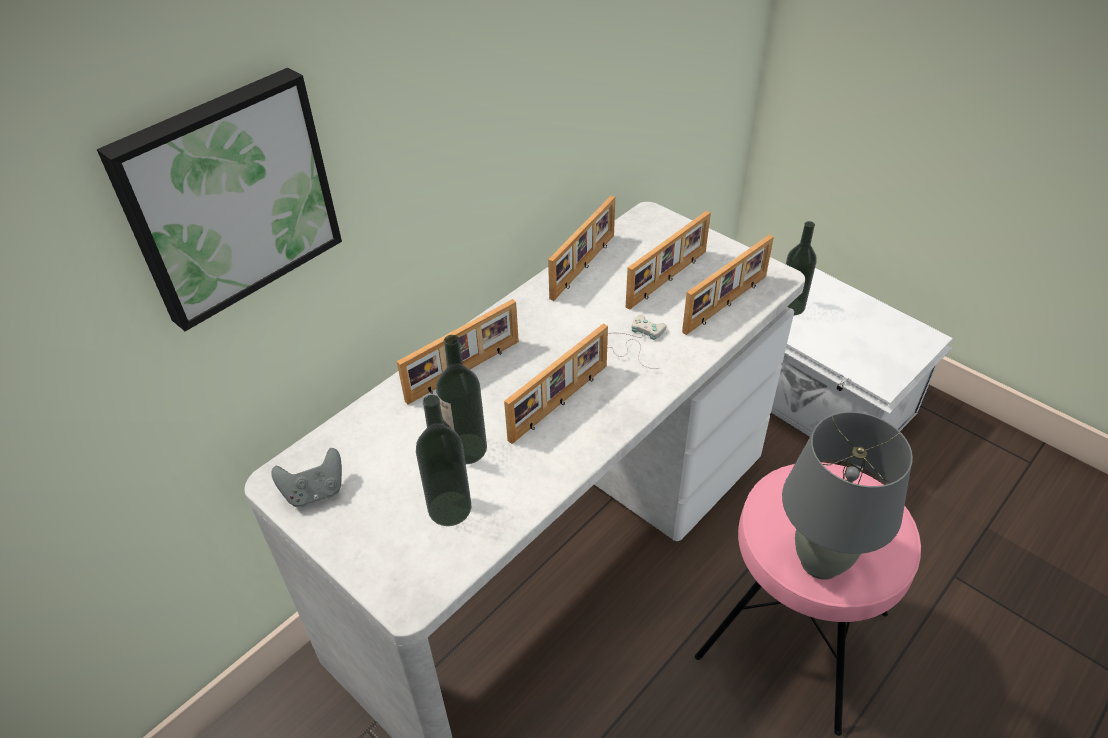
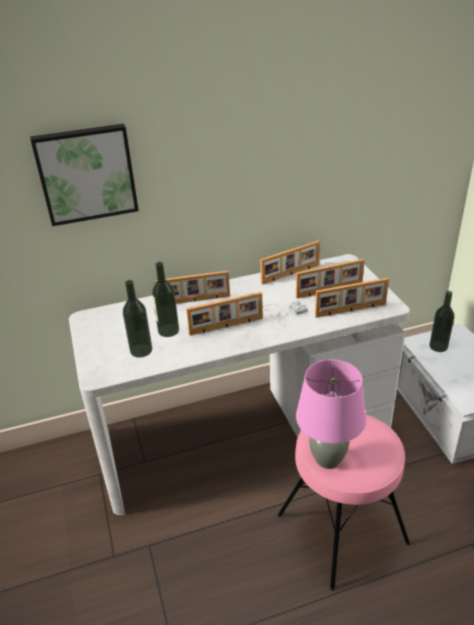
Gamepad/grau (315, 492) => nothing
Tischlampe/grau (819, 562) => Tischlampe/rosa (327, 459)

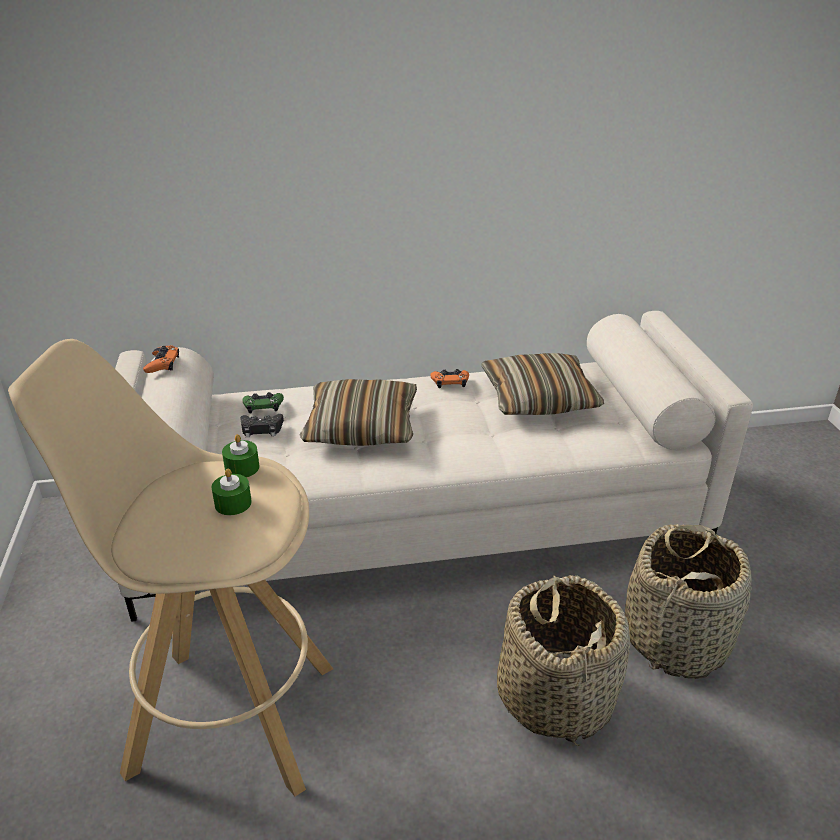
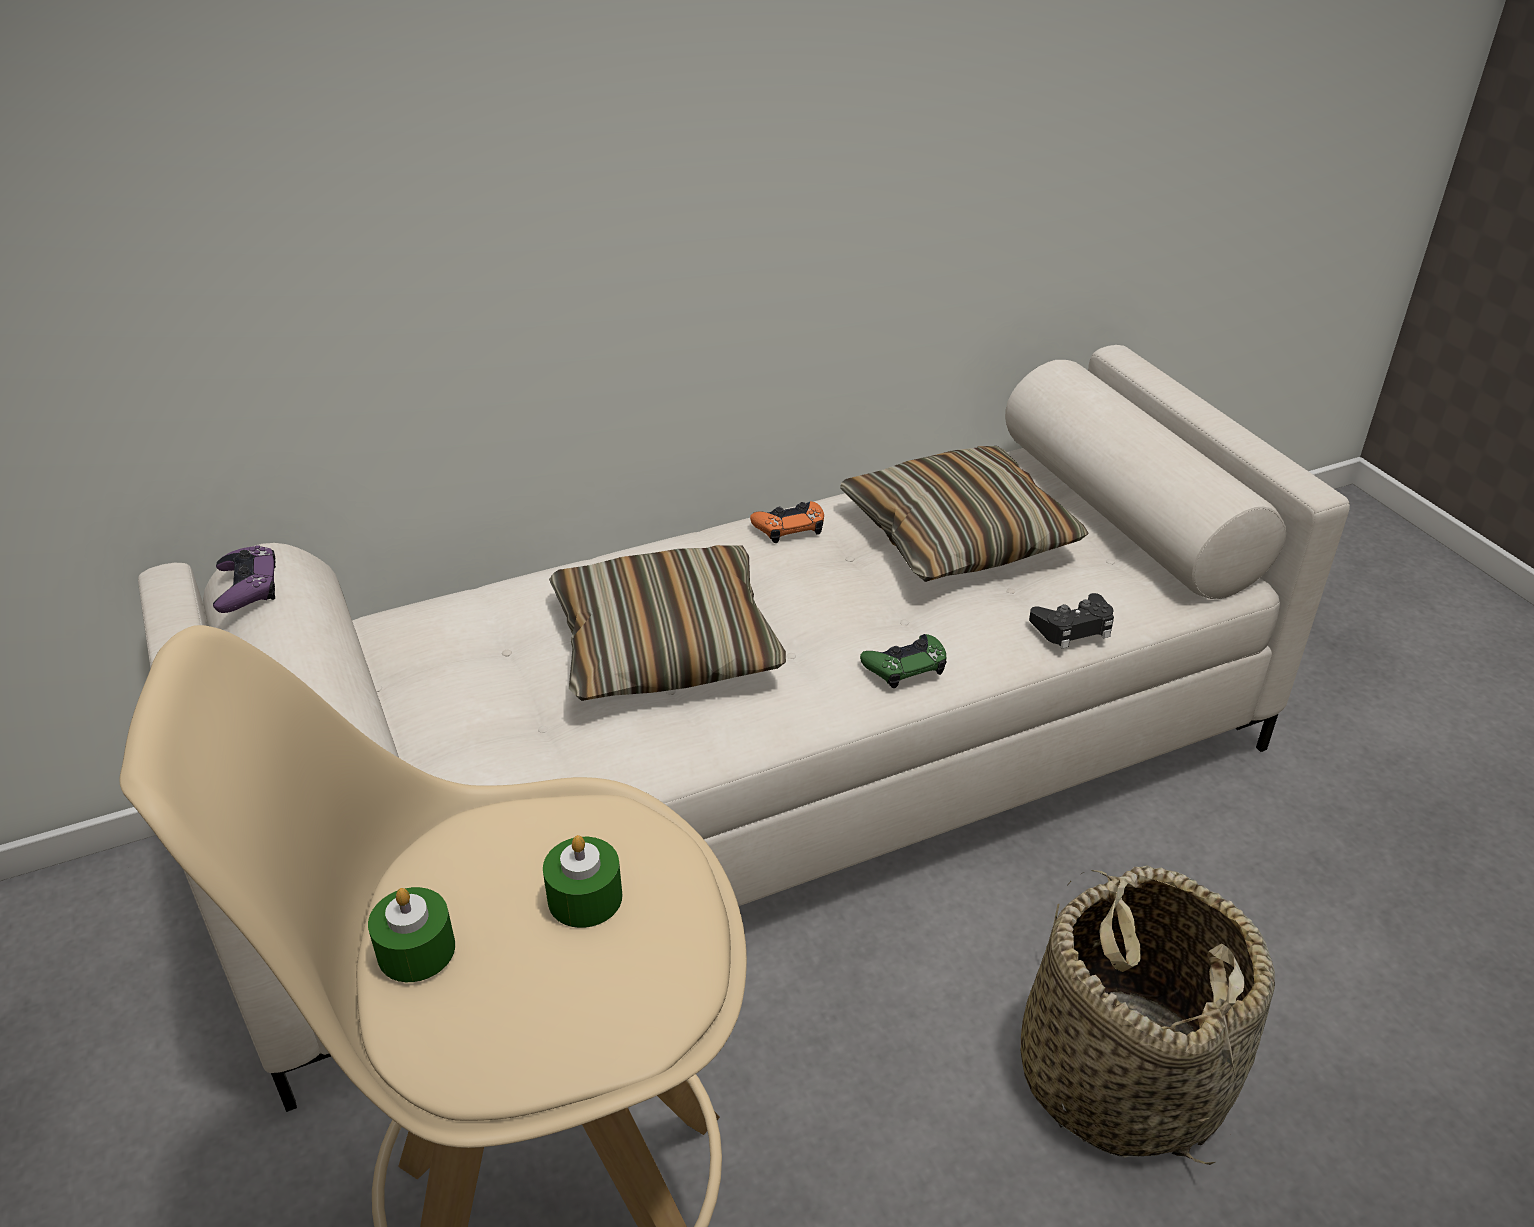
Gamepad/orange (162, 363) => Gamepad/lila (247, 587)
Kerze/grün (242, 468) => Kerze/grün (416, 950), moved
Gamepad/schwarz (261, 429) => Gamepad/schwarz (1073, 627), moved
Gamepad/grün (263, 405) => Gamepad/grün (905, 666), moved
Korb (676, 638) => nothing

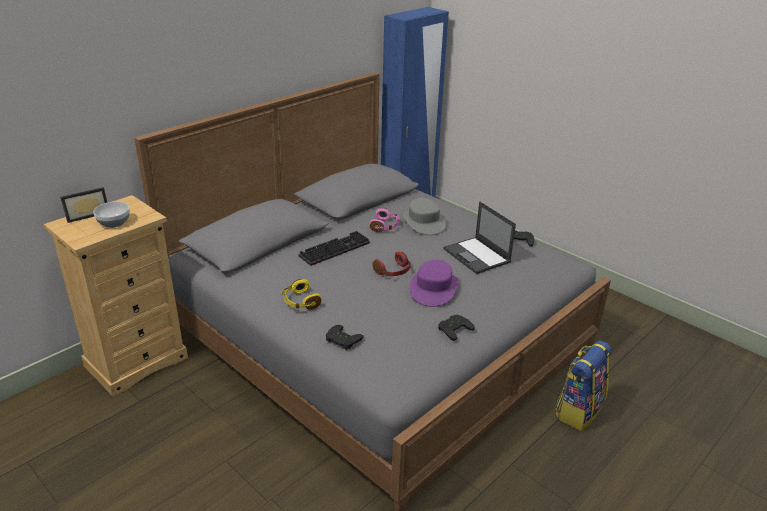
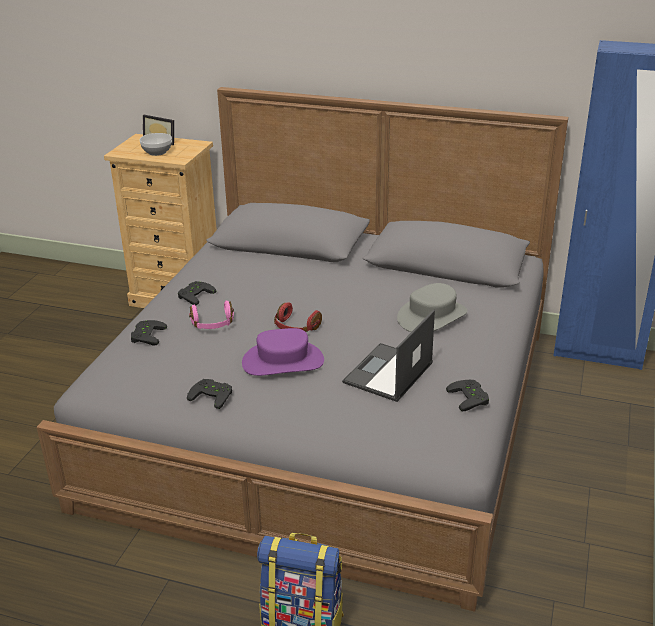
Kopfhörer/gelb (300, 302) => Gamepad/schwarz (194, 295)
Tastatur (335, 249) => nothing
Kopfhörer/rosa (385, 226) => Kopfhörer/rosa (213, 324), moved

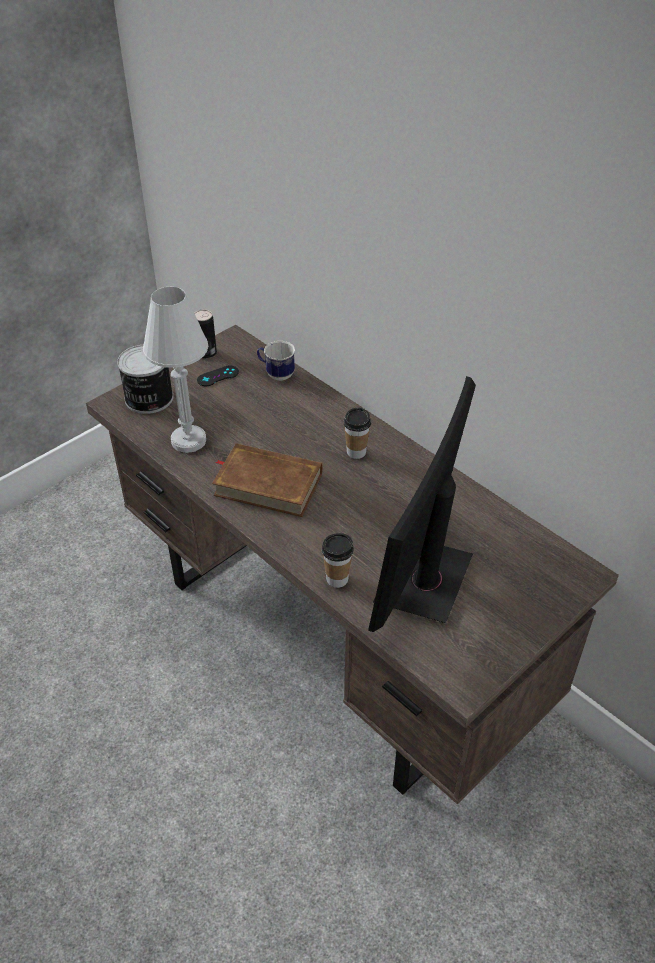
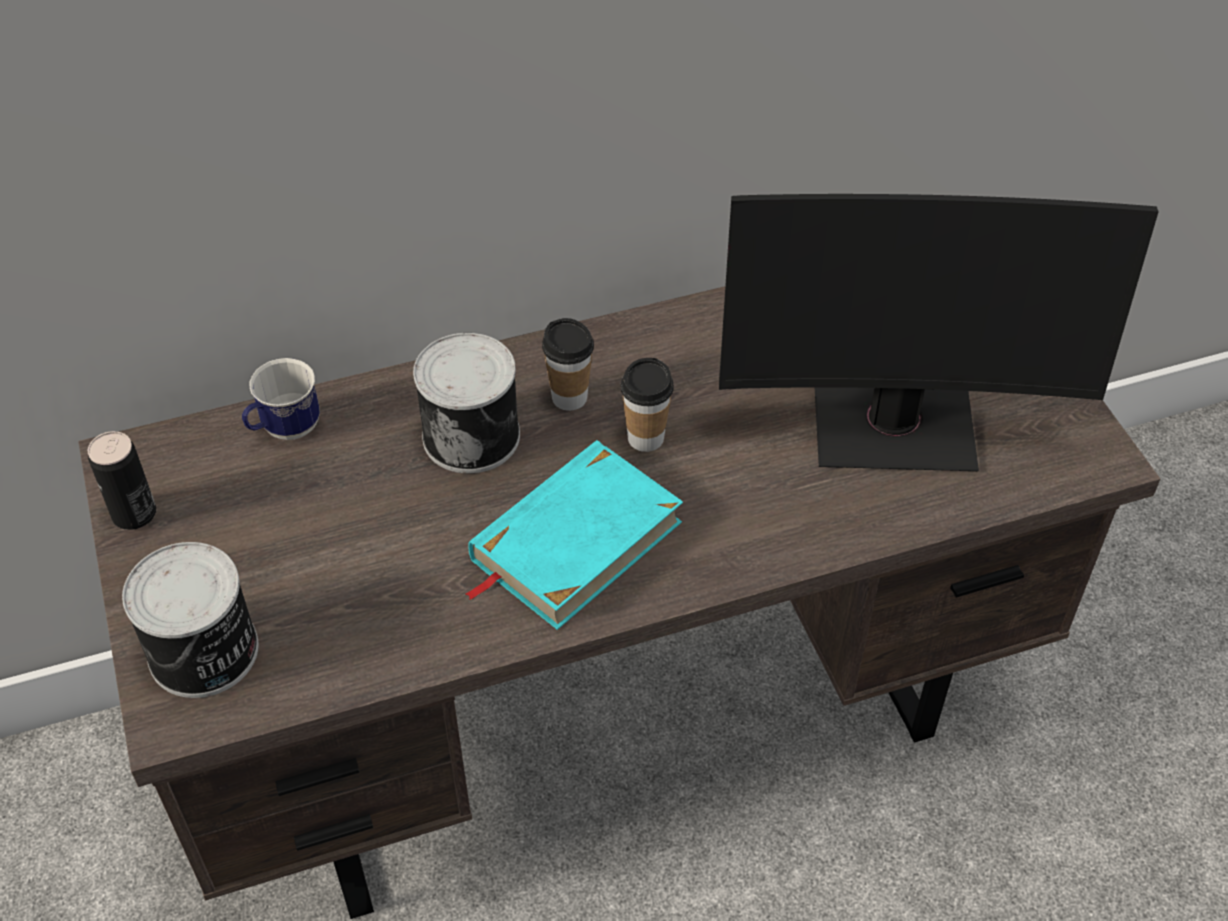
Tischlampe/weiß (188, 440) => nothing
Gamepad/schwarz (218, 376) => nothing
Buch/braun (268, 484) => Buch/türkis (575, 541)
Tasse (337, 579) => Tasse (645, 438), moved
Monitor (423, 580) => Monitor (894, 425), 45 degrees counterclockwise
nothing => Dose (473, 434)

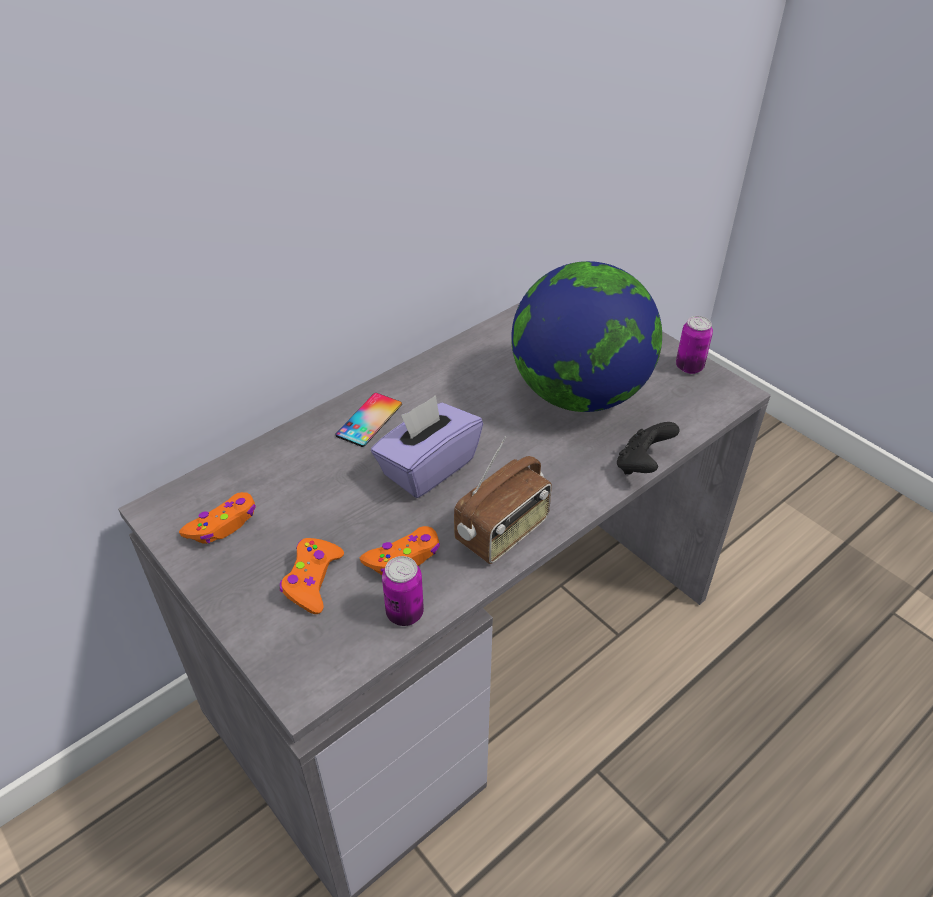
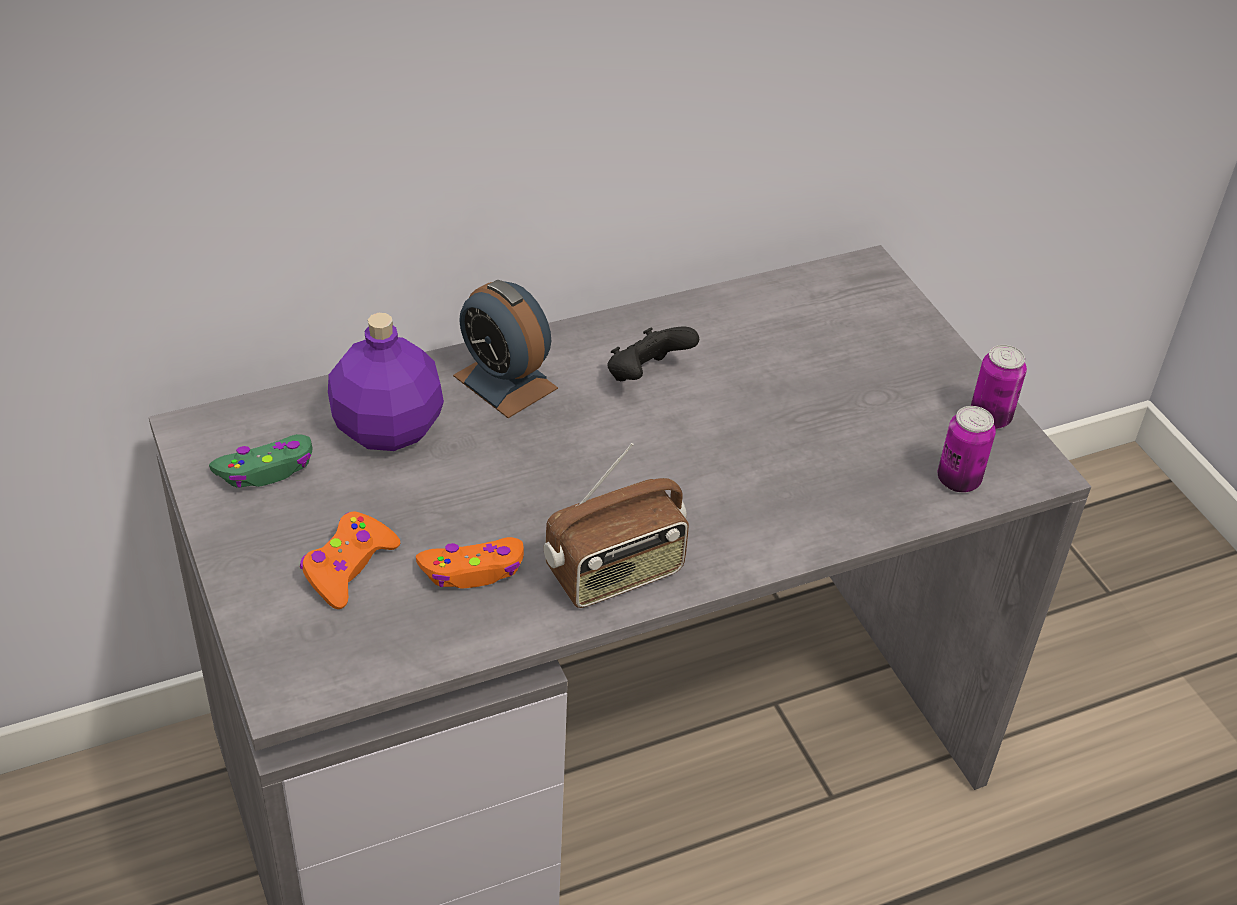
Gamepad/orange (223, 525) => Gamepad/grün (266, 470)
Handy (369, 420) => Wecker (505, 382)
Taschentuchbox/lila (427, 467) => nothing
Dose (404, 613) => Dose (958, 480), moved
Globus (579, 394) => nothing
Gamepad/schwarz (642, 465) => Gamepad/schwarz (646, 376), moved
nothing => Flasche/lila (387, 427)

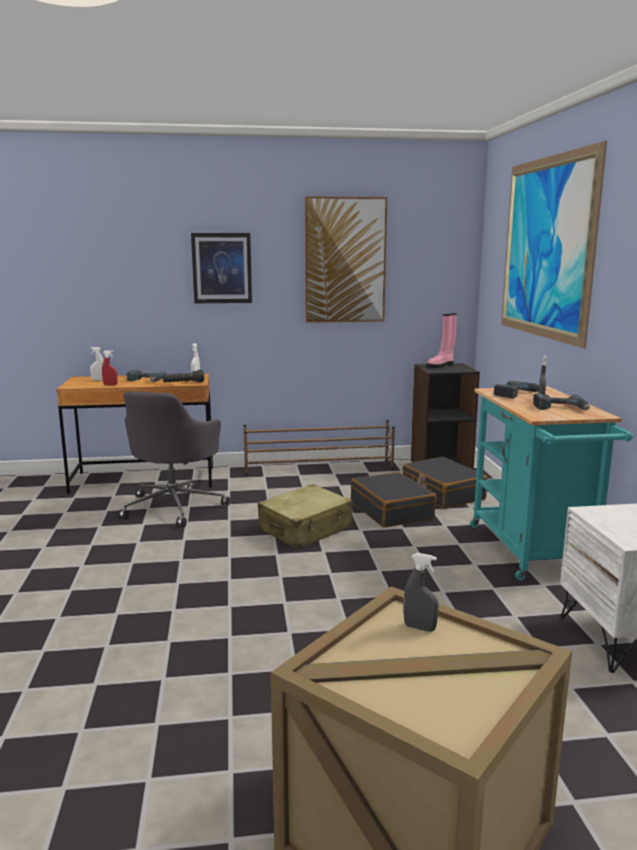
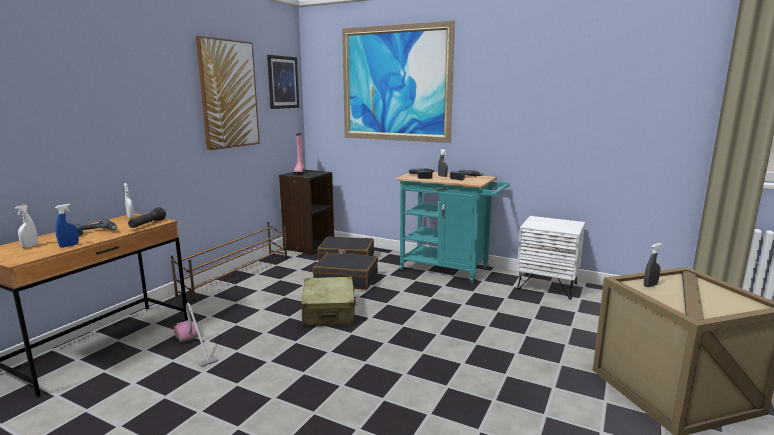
Sprühflasche/rot (110, 385) => Sprühflasche/blau (69, 245)
Bürostuhl/grau (174, 506) => Staubsauger (195, 347)
Bild (222, 268) => Bild (283, 82), moved

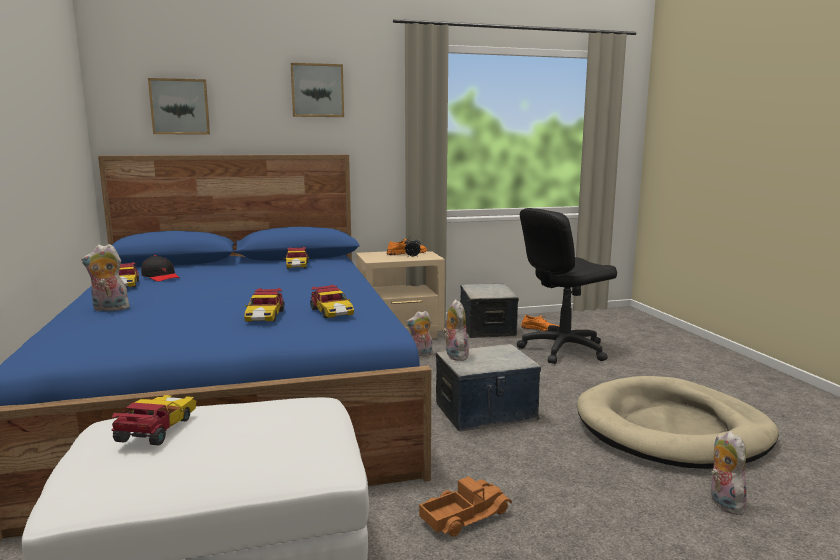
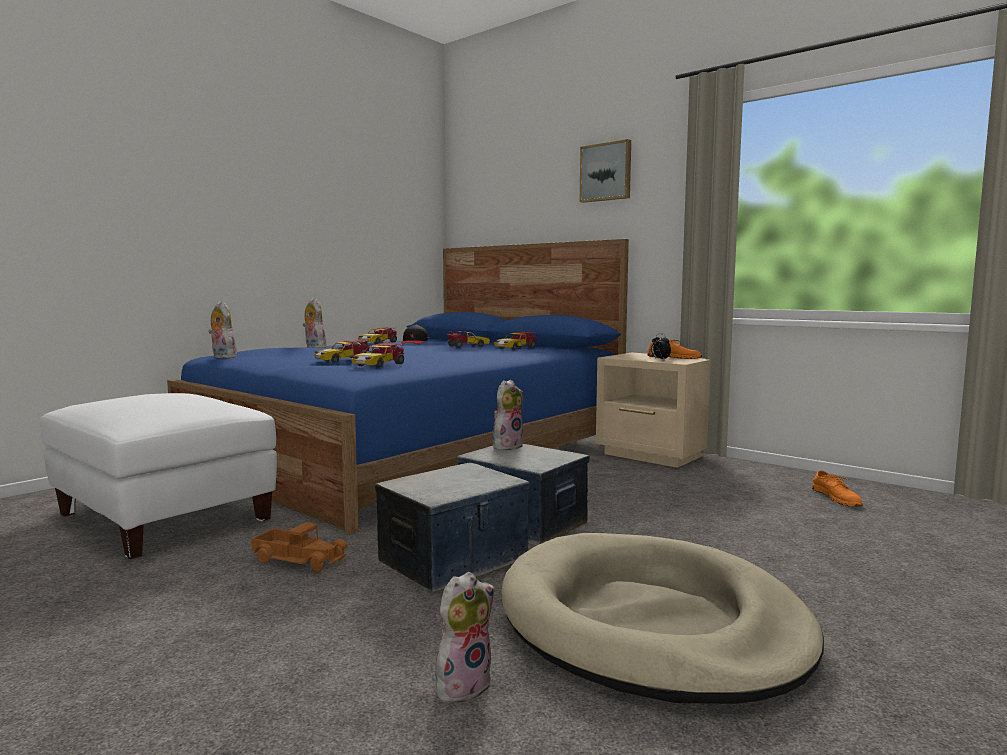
Spielzeugauto (156, 430) => Spielzeugauto (466, 346), moved
Bild (180, 107) => nothing
Plüschtier (420, 354) => Plüschtier (222, 357), moved
Aufbewahrungsbox (487, 328) => Aufbewahrungsbox (454, 560), moved
Bürostuhl/schwarz (563, 350) => nothing

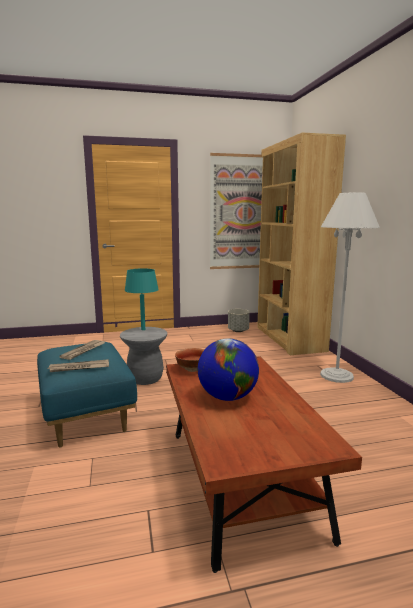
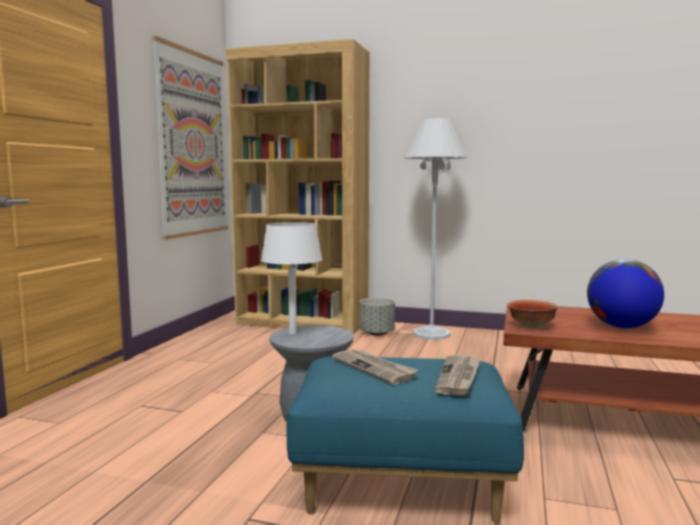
Tischlampe/türkis (143, 329) => Tischlampe/weiß (292, 333)
Pflanzkübel/grau (238, 331) => Pflanzkübel/grau (377, 333), moved

